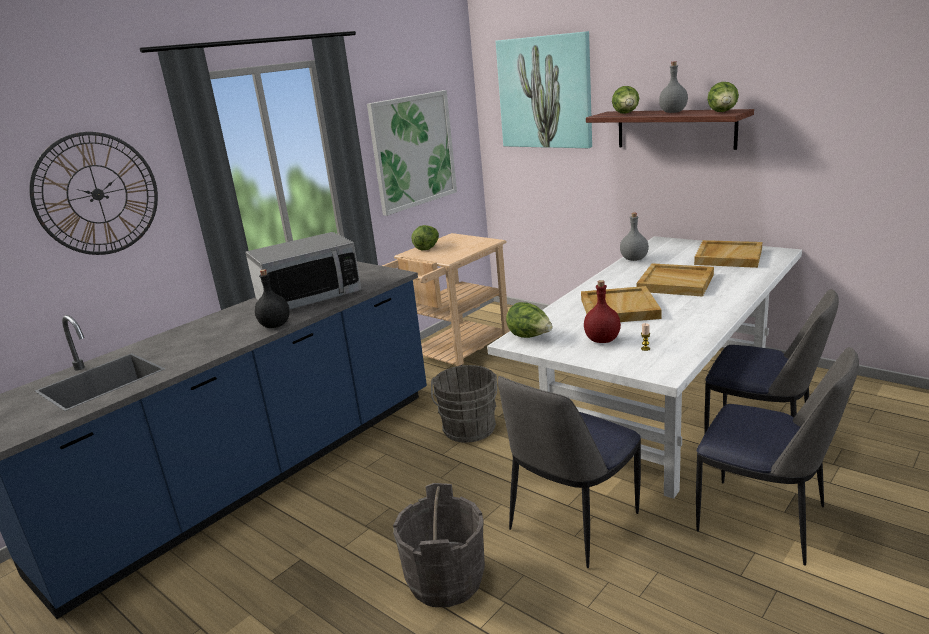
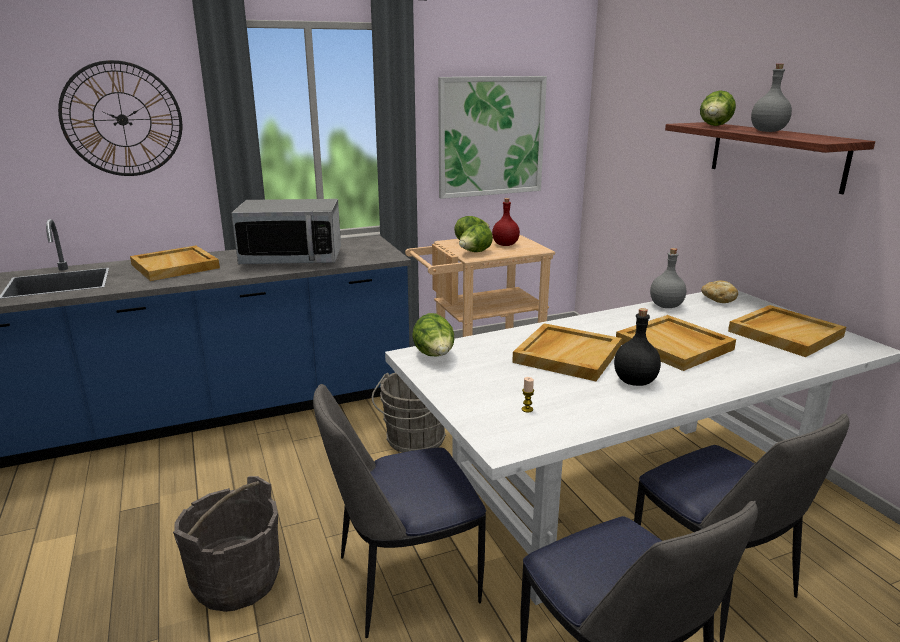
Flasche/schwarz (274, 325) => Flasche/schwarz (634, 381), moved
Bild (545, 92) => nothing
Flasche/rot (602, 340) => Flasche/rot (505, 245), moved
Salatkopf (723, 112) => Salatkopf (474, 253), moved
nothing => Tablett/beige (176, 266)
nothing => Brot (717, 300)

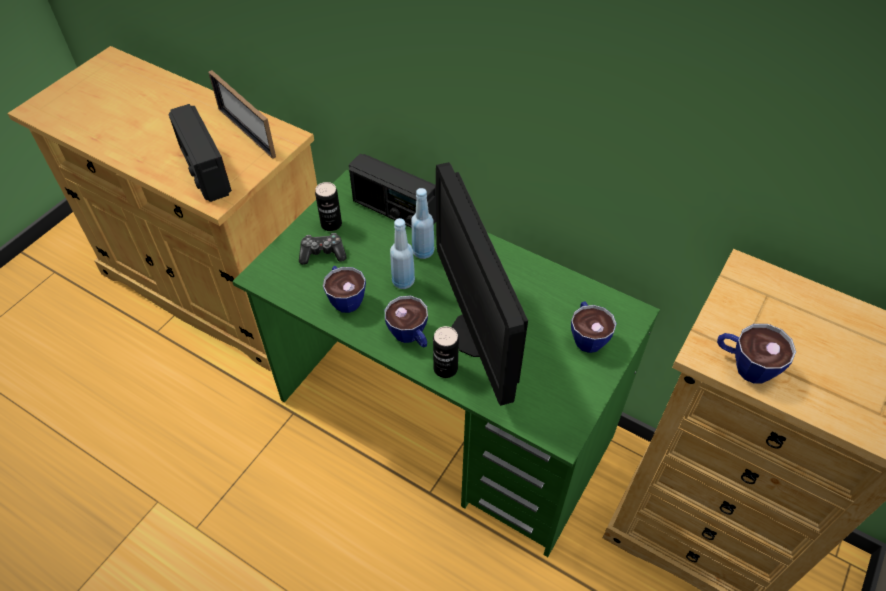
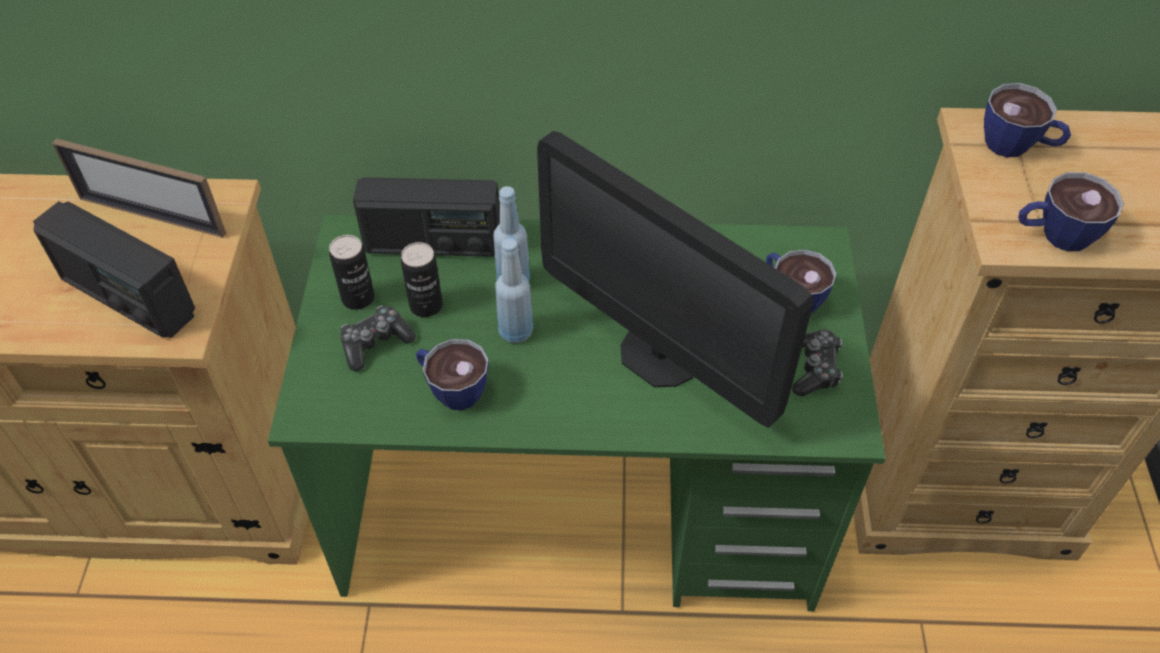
Tasse (411, 337) => Tasse (1017, 146), moved
Dose (445, 368) => Dose (426, 305), moved
nothing => Gamepad (815, 369)

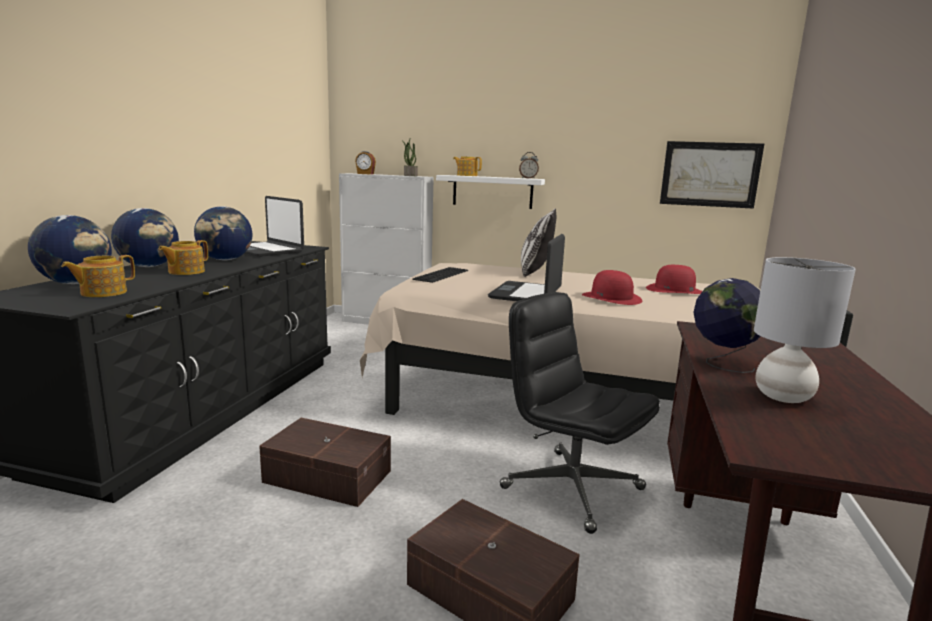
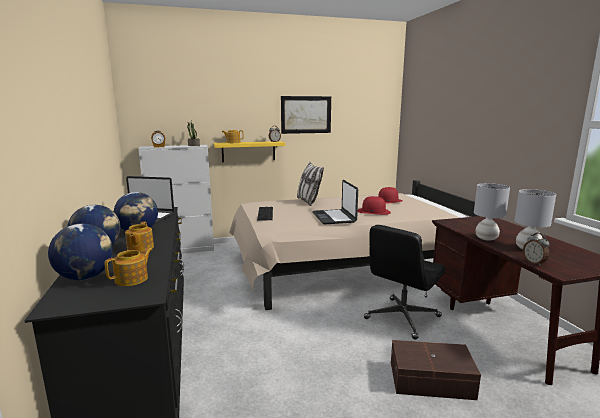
Teekanne (102, 293) => Teekanne (132, 279), 150 degrees counterclockwise
Aufbewahrungsbox/braun (327, 475) => nothing
Wandregal/weiß (492, 191) => Wandregal/gelb (248, 151)
Bürostuhl/schwarz (570, 488) => Bürostuhl/schwarz (402, 318), 60 degrees counterclockwise
Bild (709, 174) => Bild (306, 114), moved
Globus (722, 363) => Tischlampe/grau (486, 238)
nothing => Wecker (534, 263)

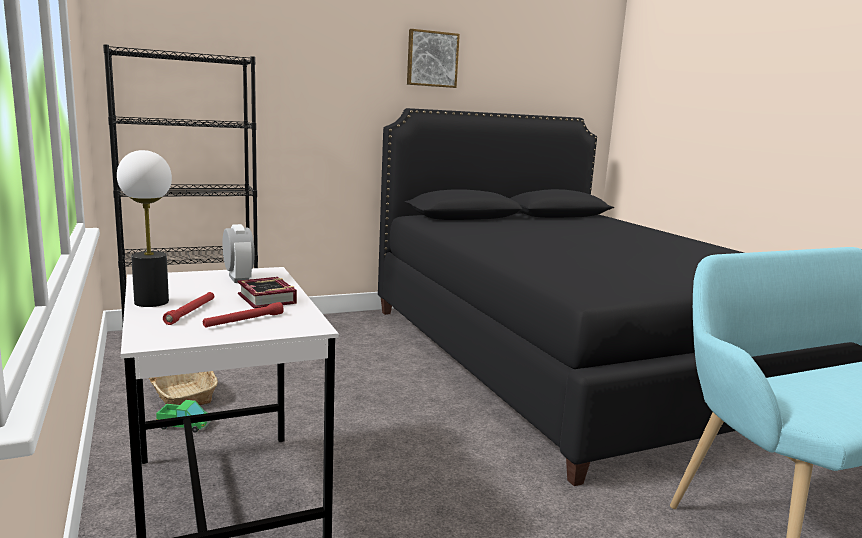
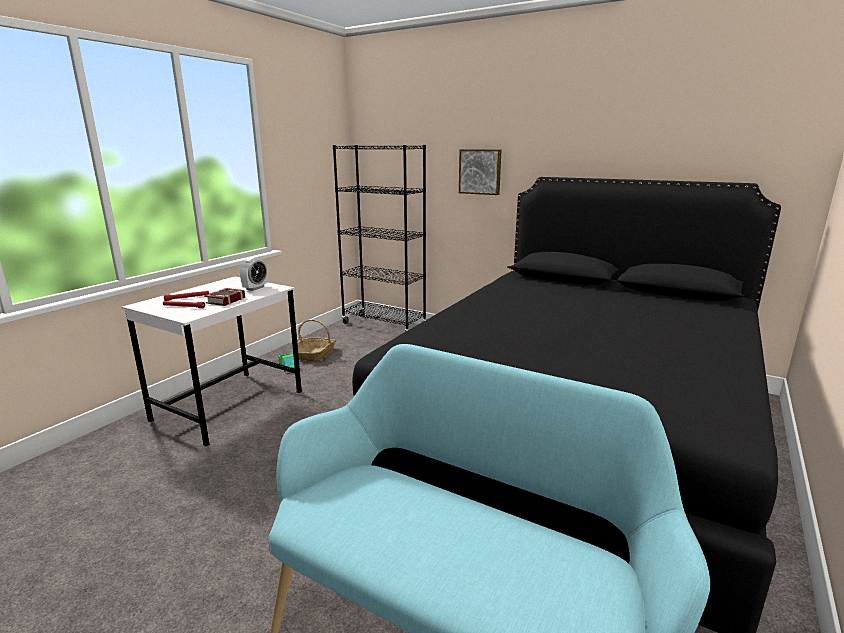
Tischlampe (151, 302) => nothing
Bild (432, 59) => Bild (480, 171), moved

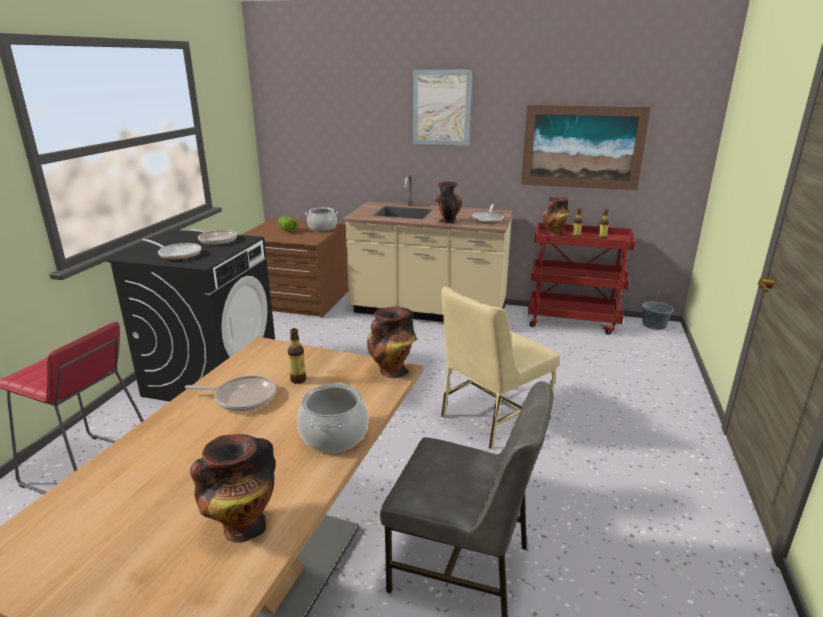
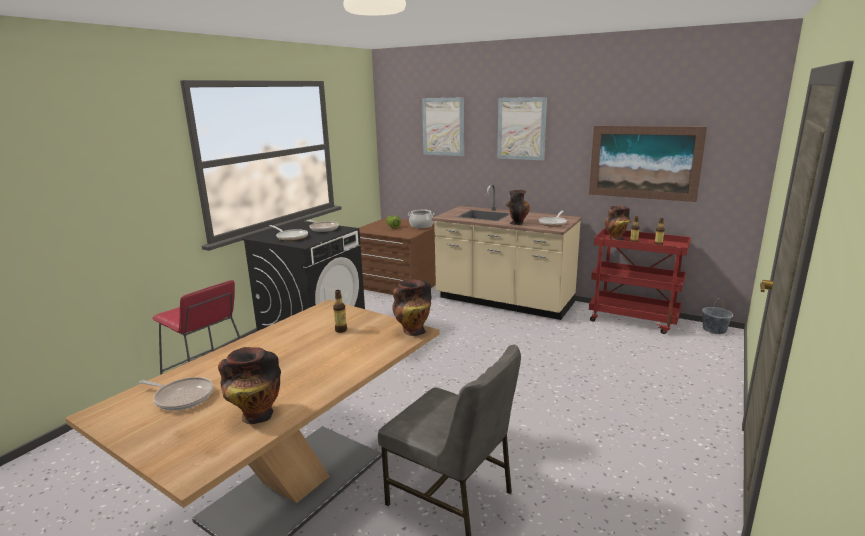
Pfanne (242, 397) => Pfanne (182, 397), moved
Kochtopf (334, 435) => nothing
Stuhl/beige (492, 417) => nothing
nothing => Bild (443, 126)

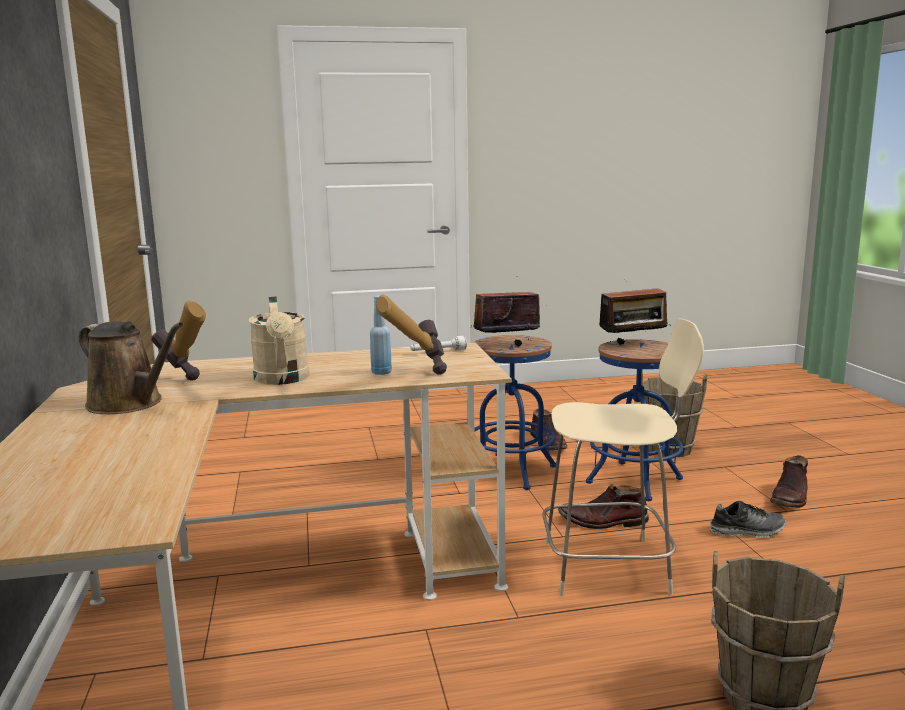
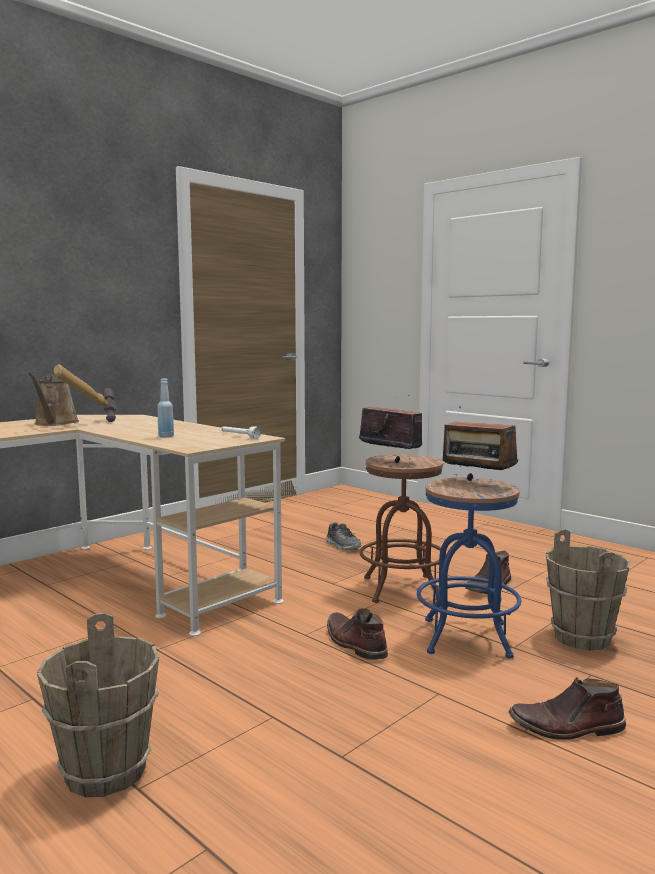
Gießkanne/beige (282, 380) => nothing
Hammer (410, 381) => nothing
Hocker/blau (511, 471) => Hocker/braun (402, 589)
Stuhl/beige (611, 566) => nothing
Schuh (747, 531) => Schuh (343, 546), moved

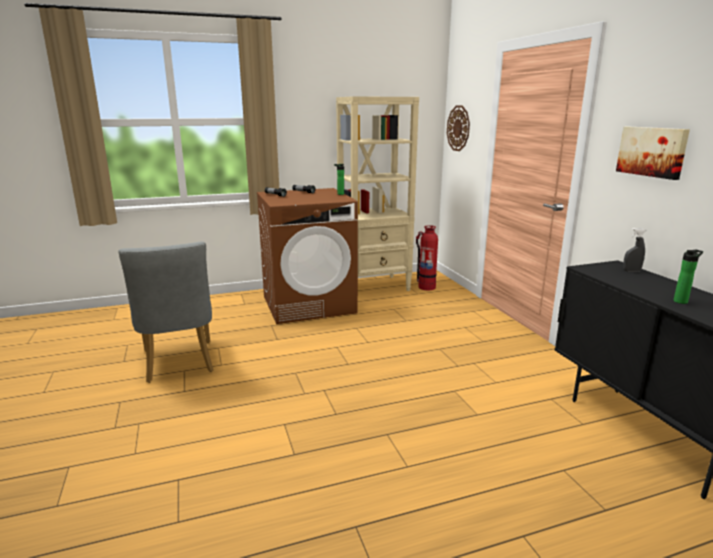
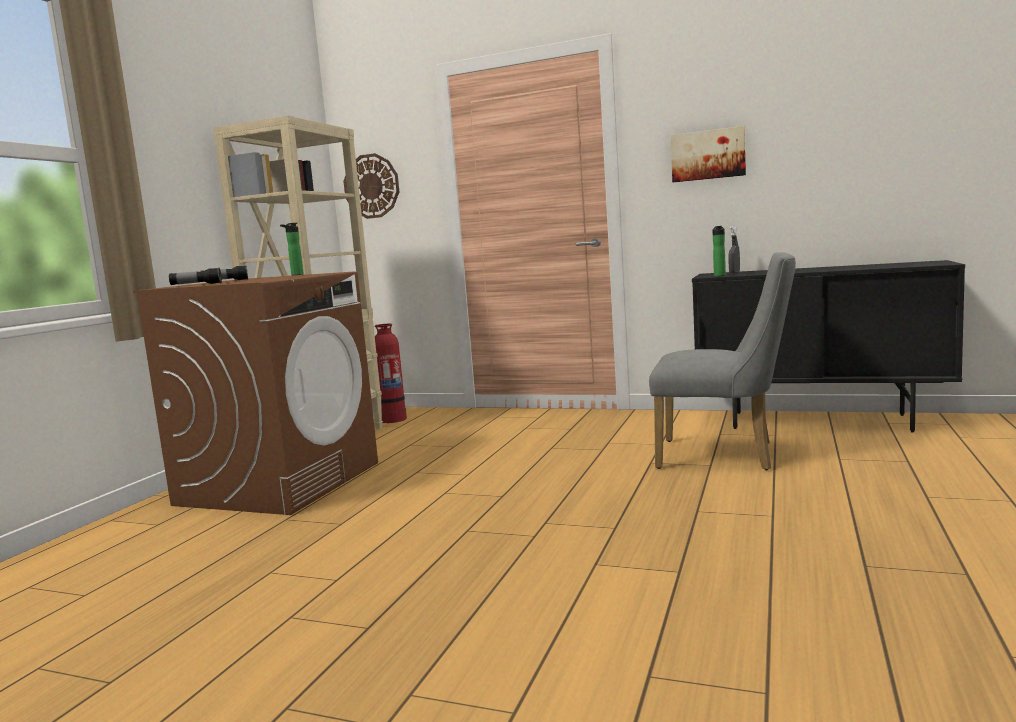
Stuhl/grau (179, 364) => Stuhl/grau (725, 455), moved
Flasche (681, 301) => Flasche (719, 275), moved

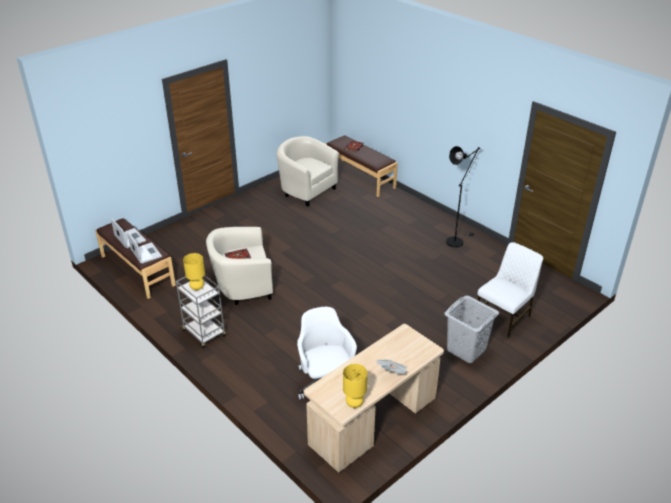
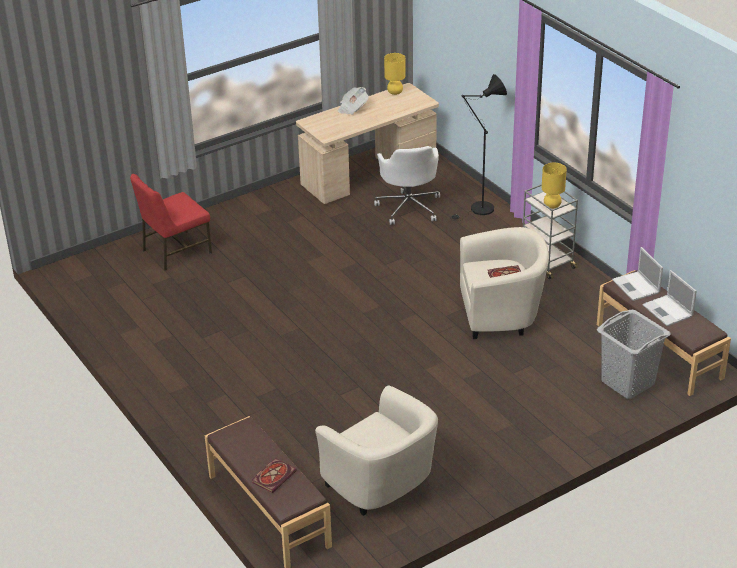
Wäschekorb/grau (466, 349) => Wäschekorb/grau (627, 383), moved
Stehlampe/schwarz (456, 240) => Stehlampe/schwarz (478, 210), moved
Stuhl/weiß (504, 317) => Stuhl/rot (175, 251)

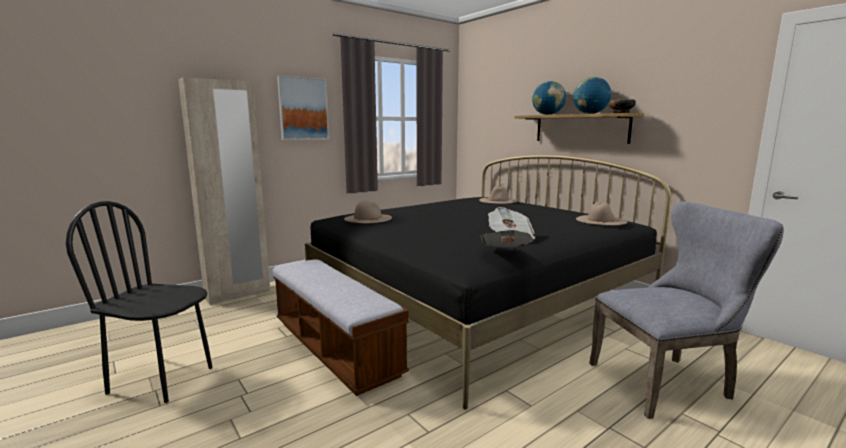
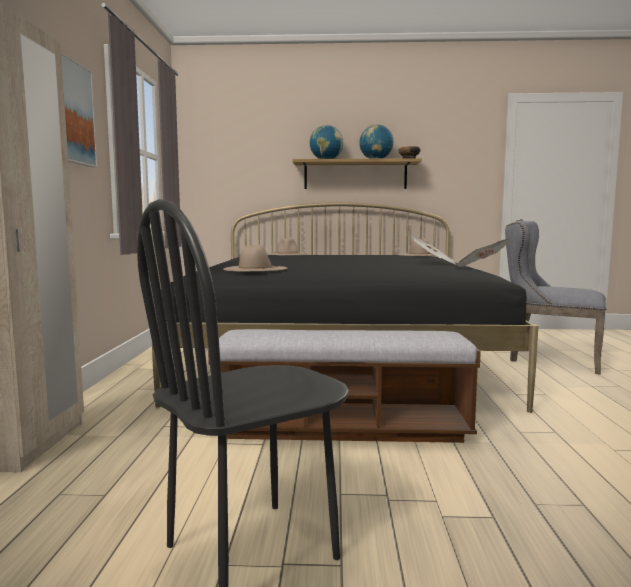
Stuhl/grau (667, 381) => Stuhl/grau (548, 358), 90 degrees counterclockwise

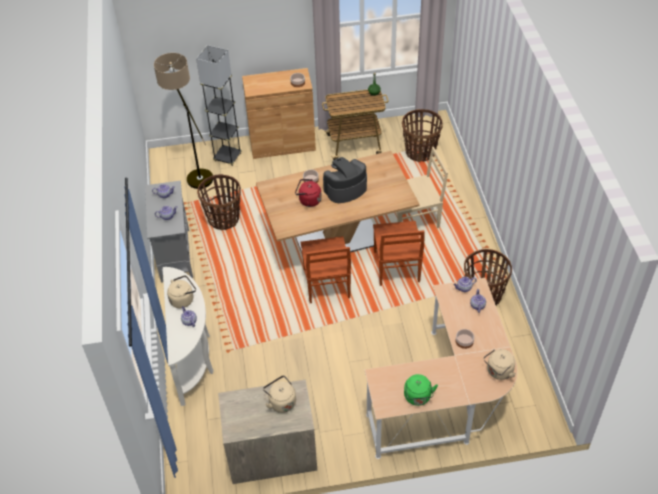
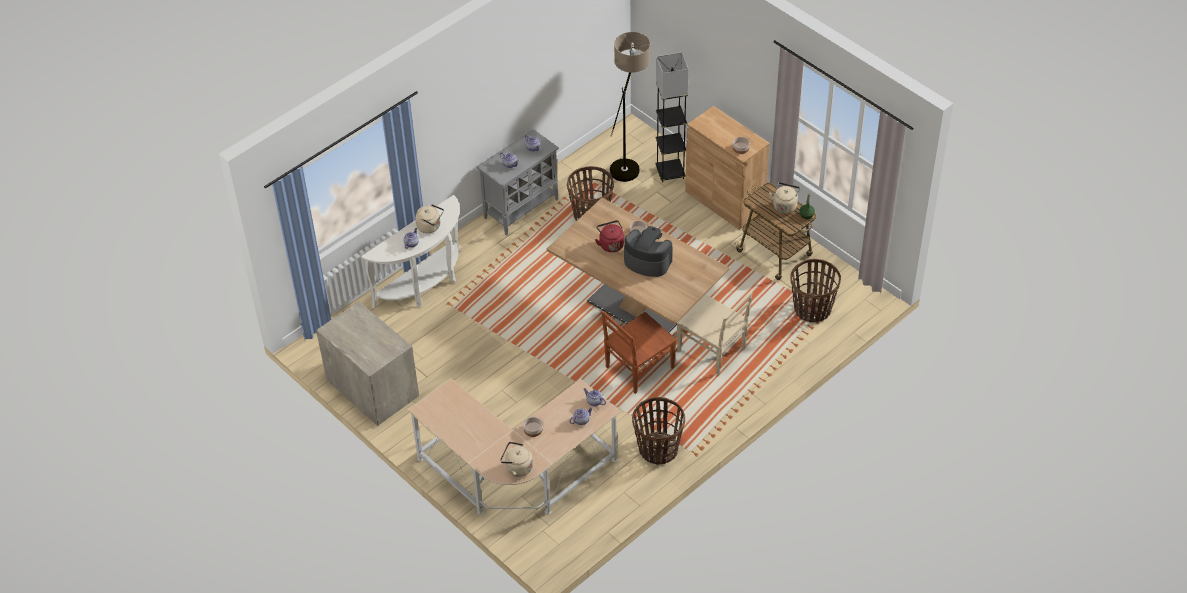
Wasserkessel/beige (281, 402) => Wasserkessel/beige (784, 205), moved
Stuhl/braun (326, 284) => nothing
Wasserkessel/grün (418, 398) => nothing

